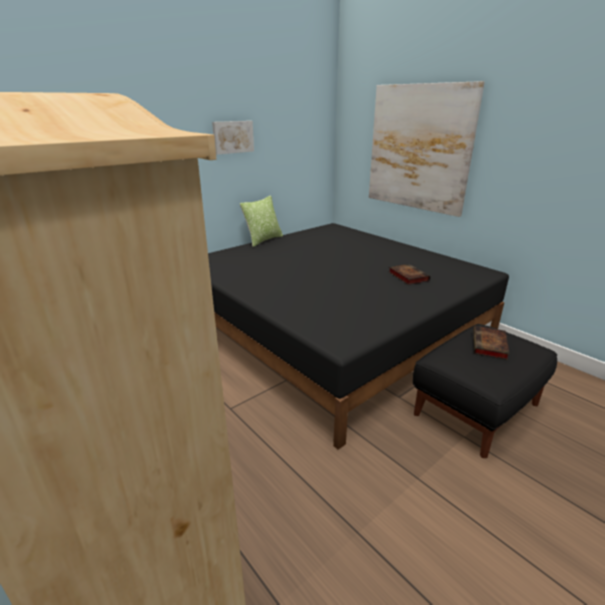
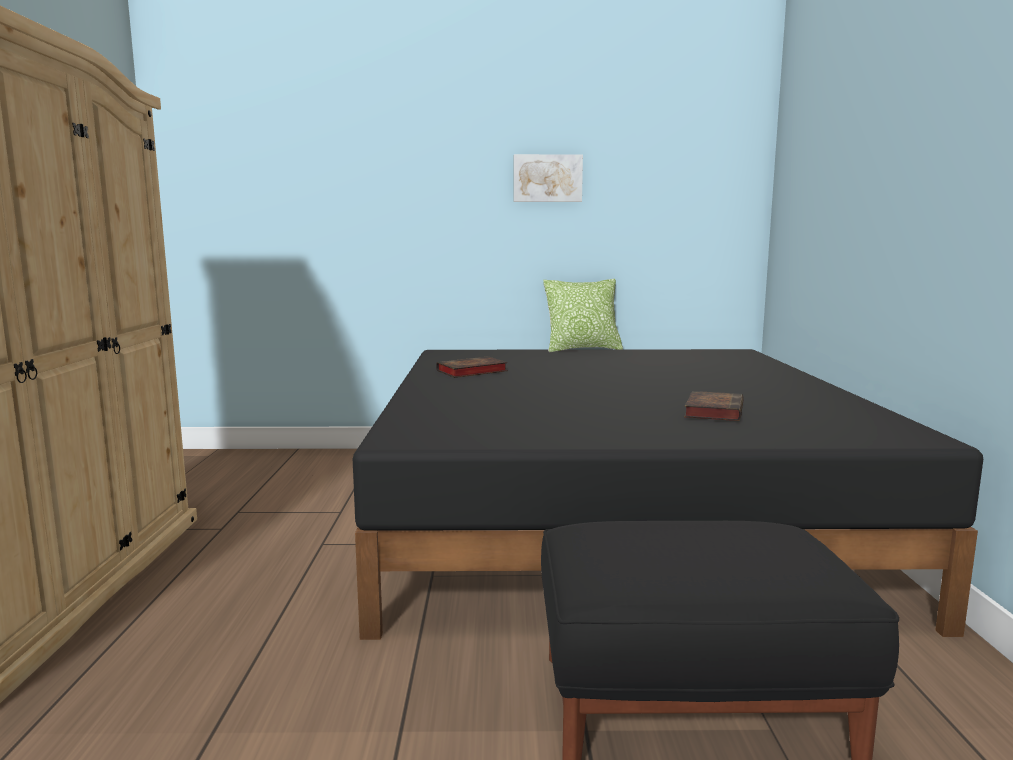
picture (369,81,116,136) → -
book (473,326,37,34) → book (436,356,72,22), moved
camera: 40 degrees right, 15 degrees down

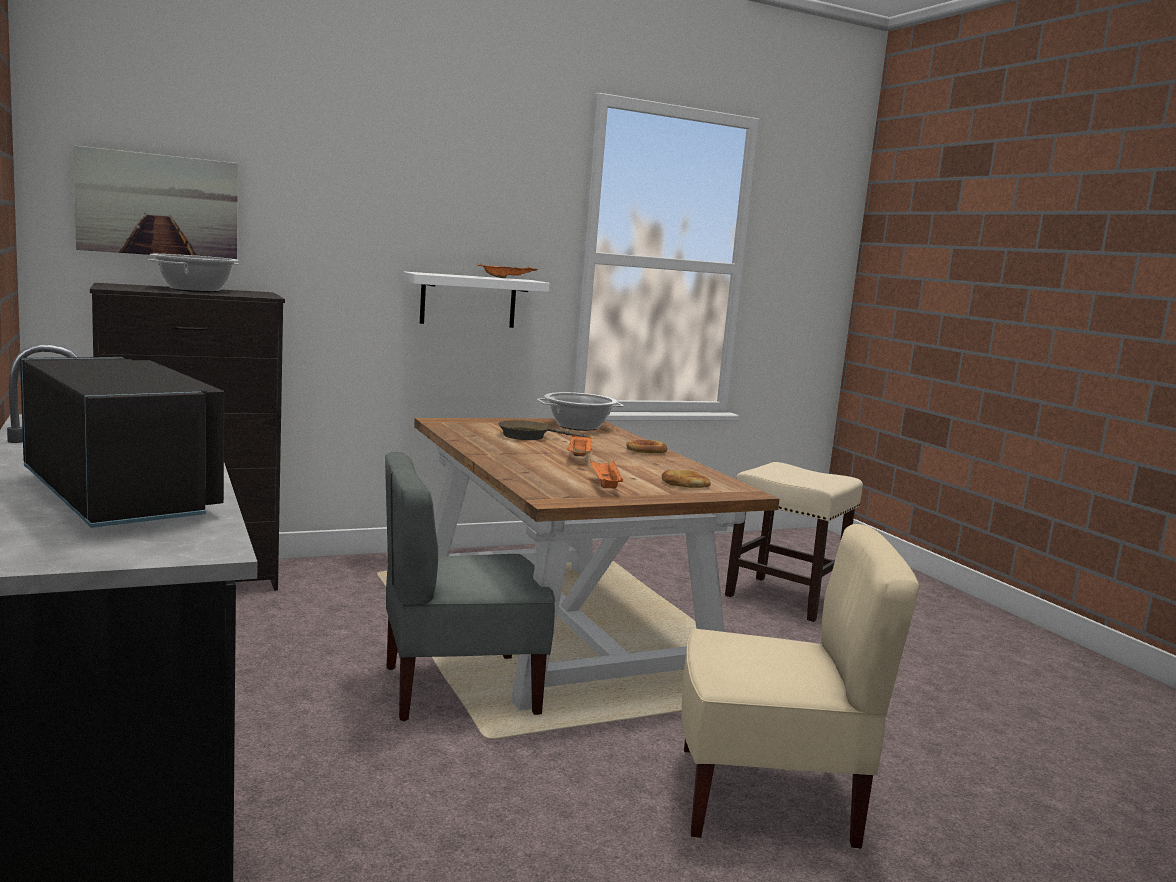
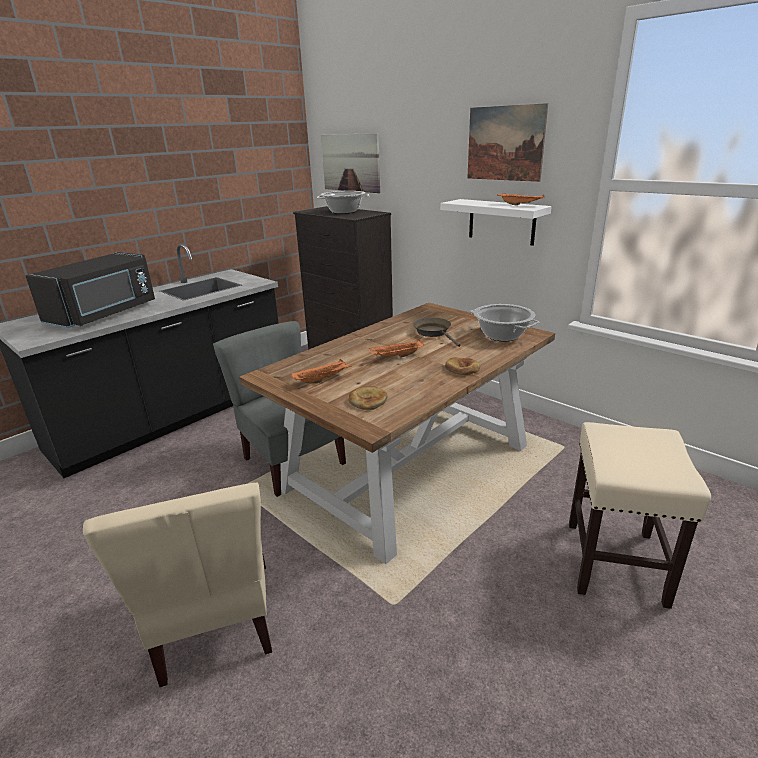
- → picture (467,103,81,79)
camera: 70 degrees right, 15 degrees up

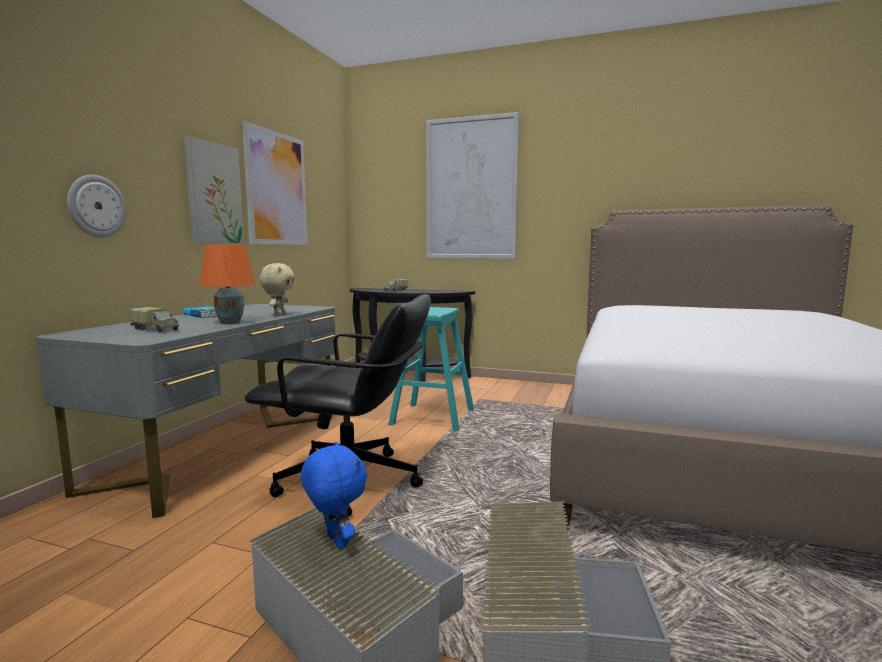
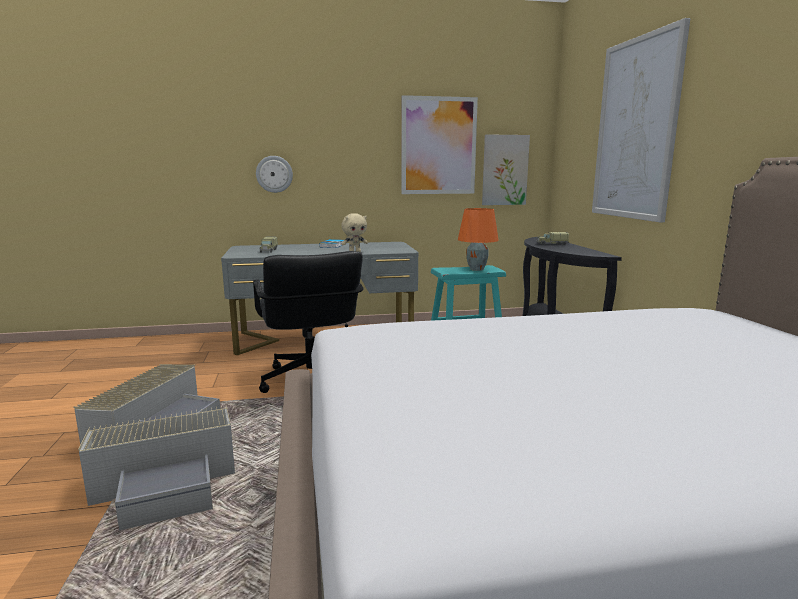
picture (184,136,60,107) → picture (482,134,48,71), moved
orange table lamp (199,245,56,79) → orange table lamp (458,208,41,63), moved
blue plush toy (301,442,66,107) → -
camera: 60 degrees right, 5 degrees up

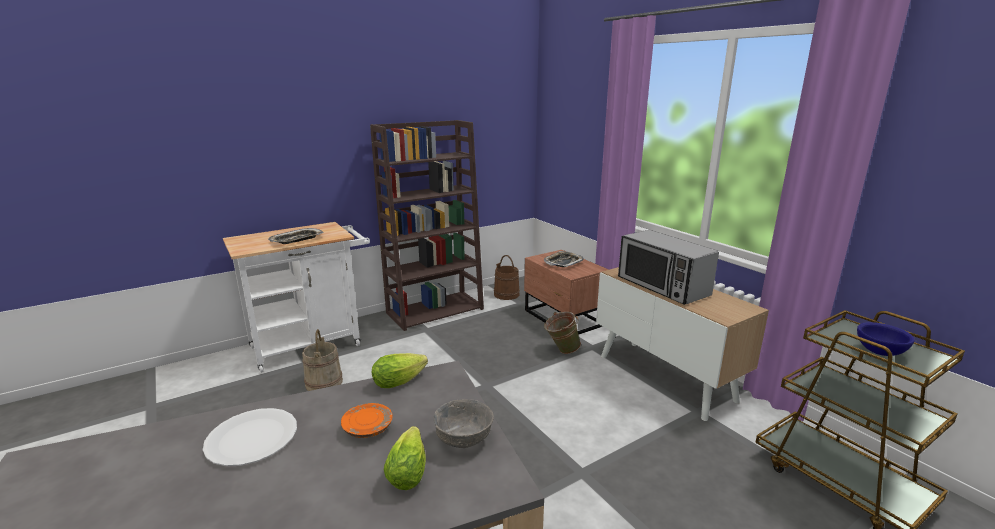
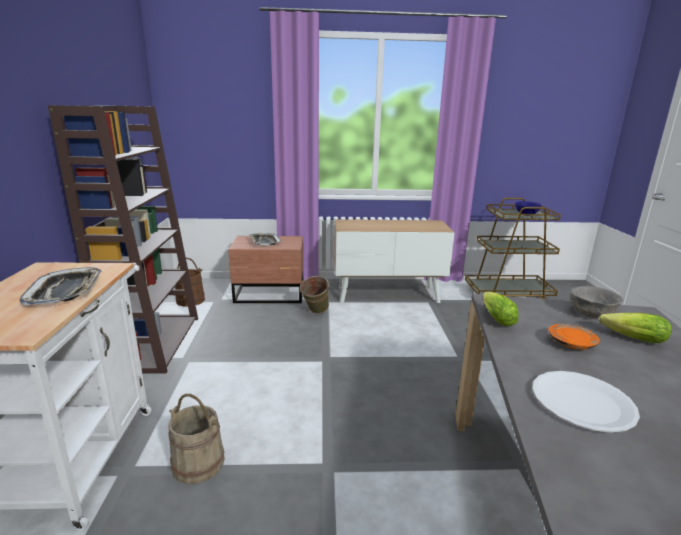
microwave (618,230,101,75) → -
camera: 60 degrees left, 0 degrees up

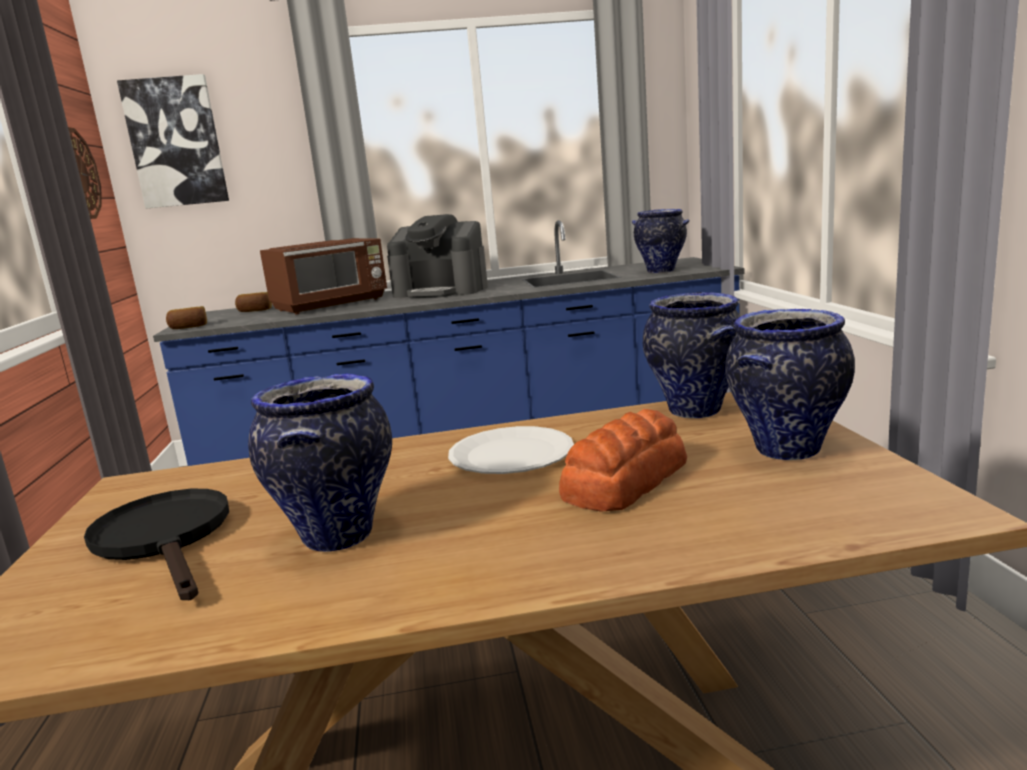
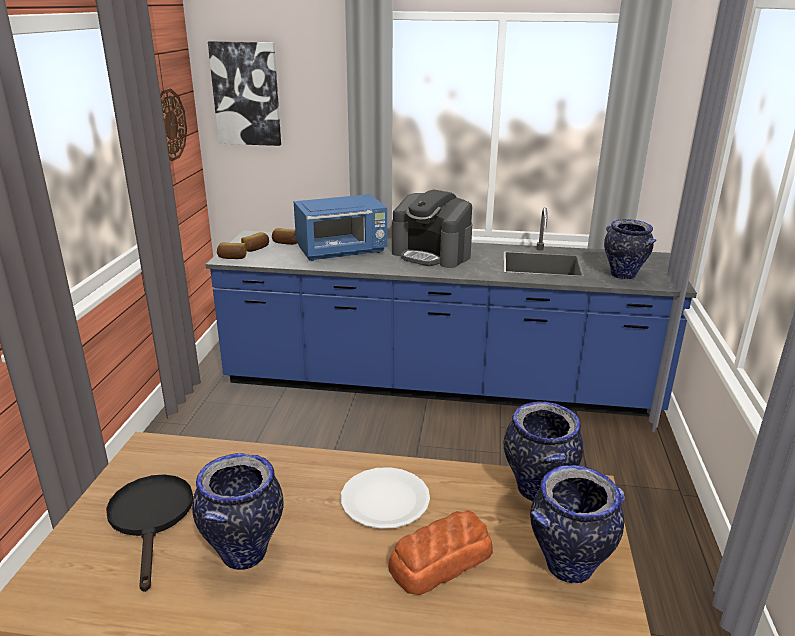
brown microwave (260,238,127,77) → blue microwave (294,194,93,67)
- → bread (241,232,28,20)
camera: 15 degrees right, 10 degrees up

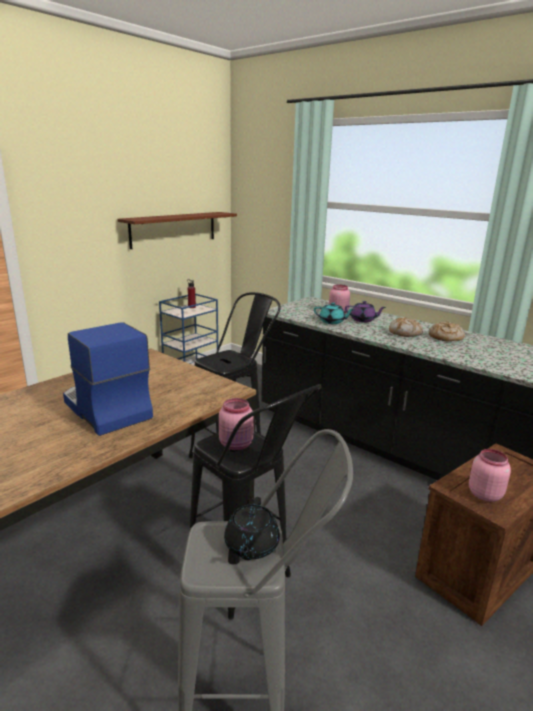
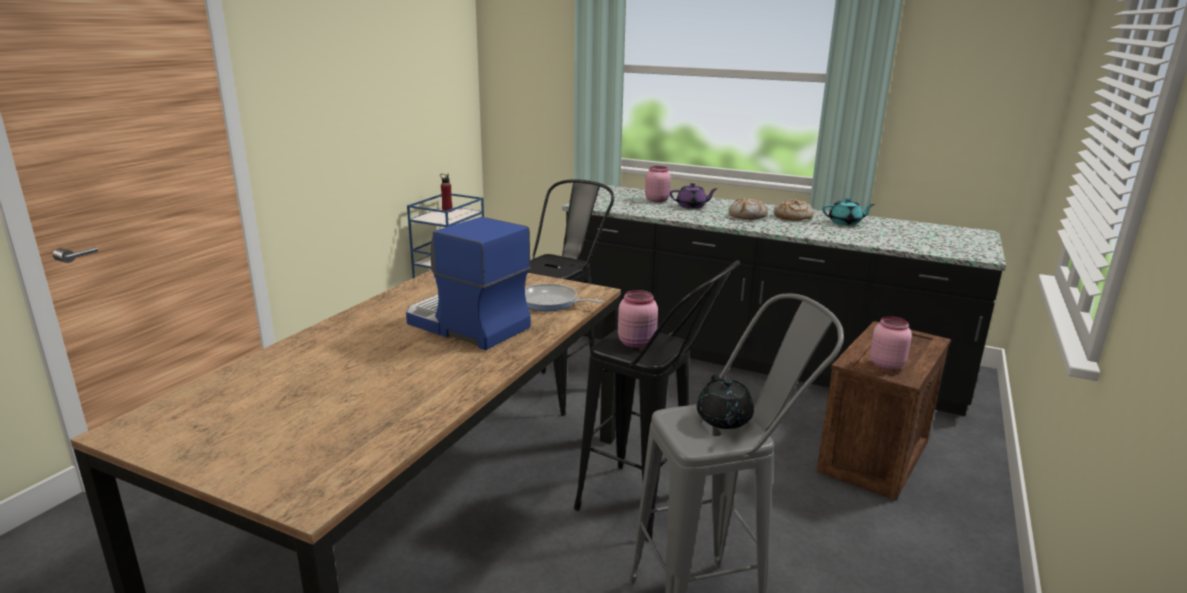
brown shelf (117,212,120,37) → -
turquoise teapot (314,302,40,22) → turquoise teapot (822,198,53,28), moved
- → frying pan (525,284,79,27)
camera: 15 degrees left, 0 degrees up

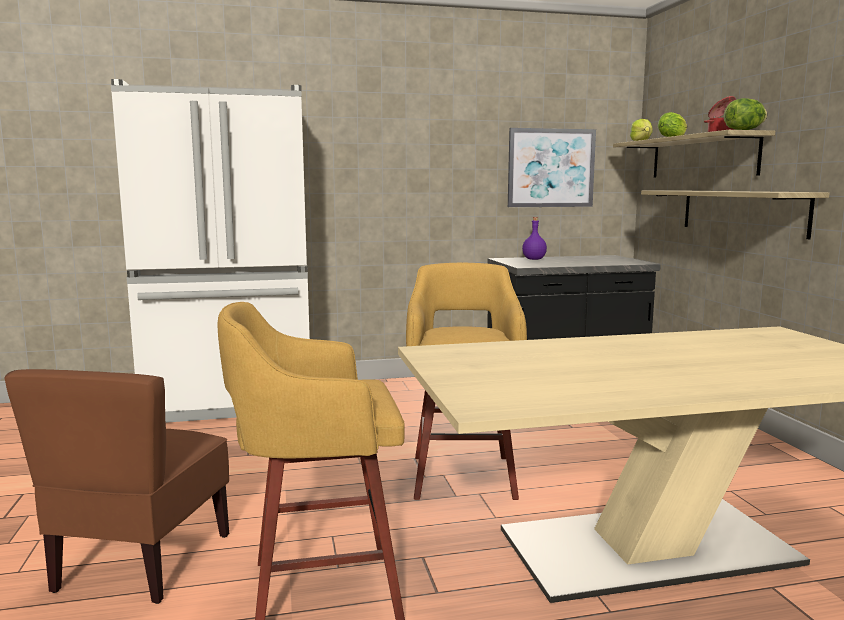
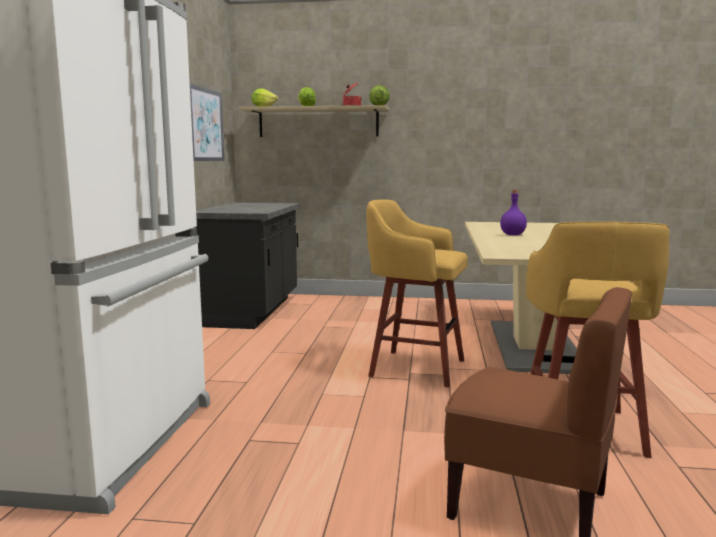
shelf (641,190,188,49) → -
purple bottle (522,217,25,43) → purple bottle (500,190,27,45), moved
camera: 70 degrees left, 0 degrees up

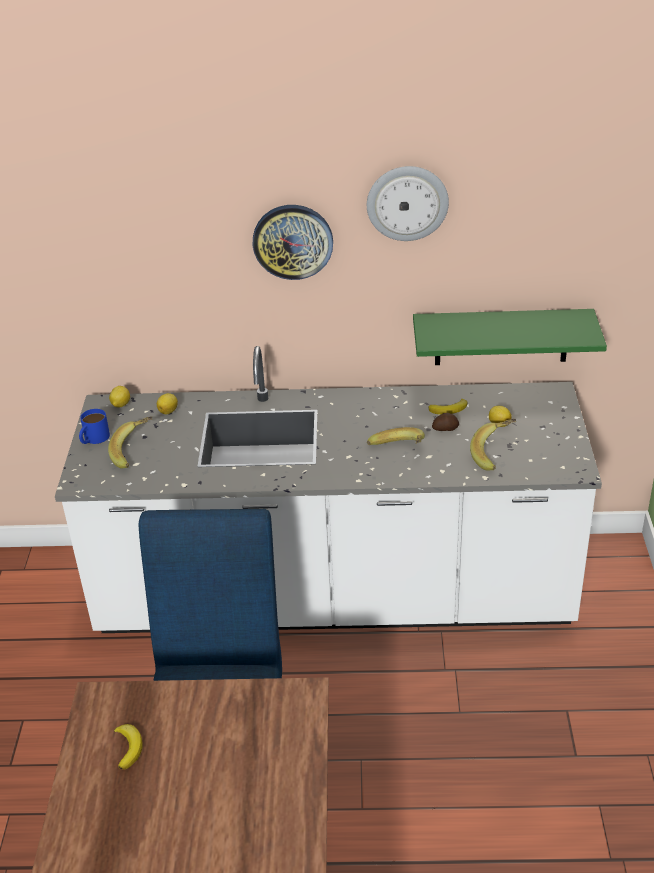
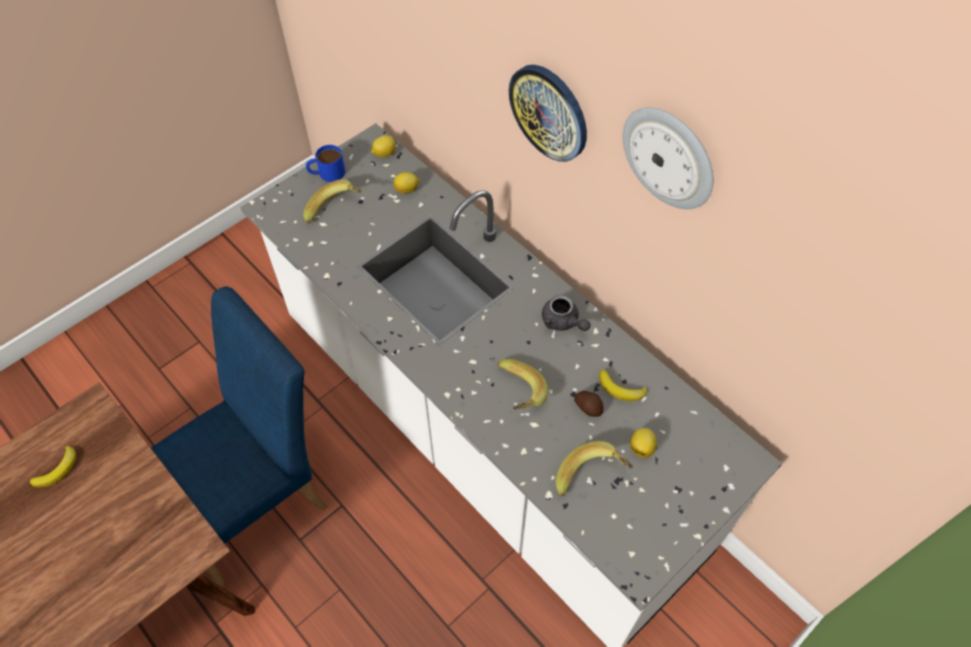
green shelf (413,309,194,56) → -
- → grey teapot (542,295,49,36)
camera: 45 degrees right, 20 degrees up

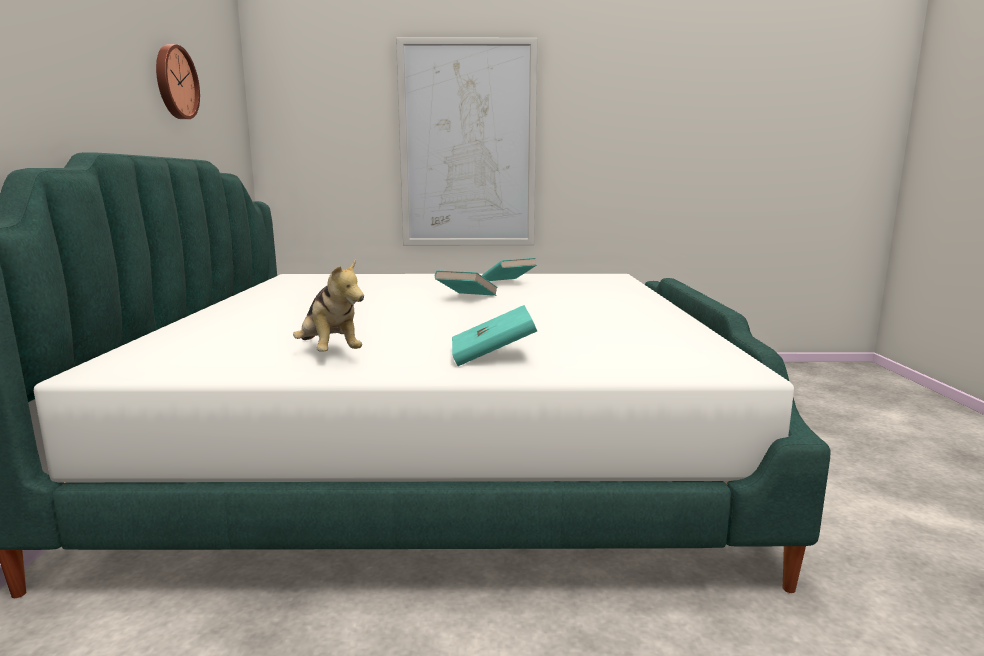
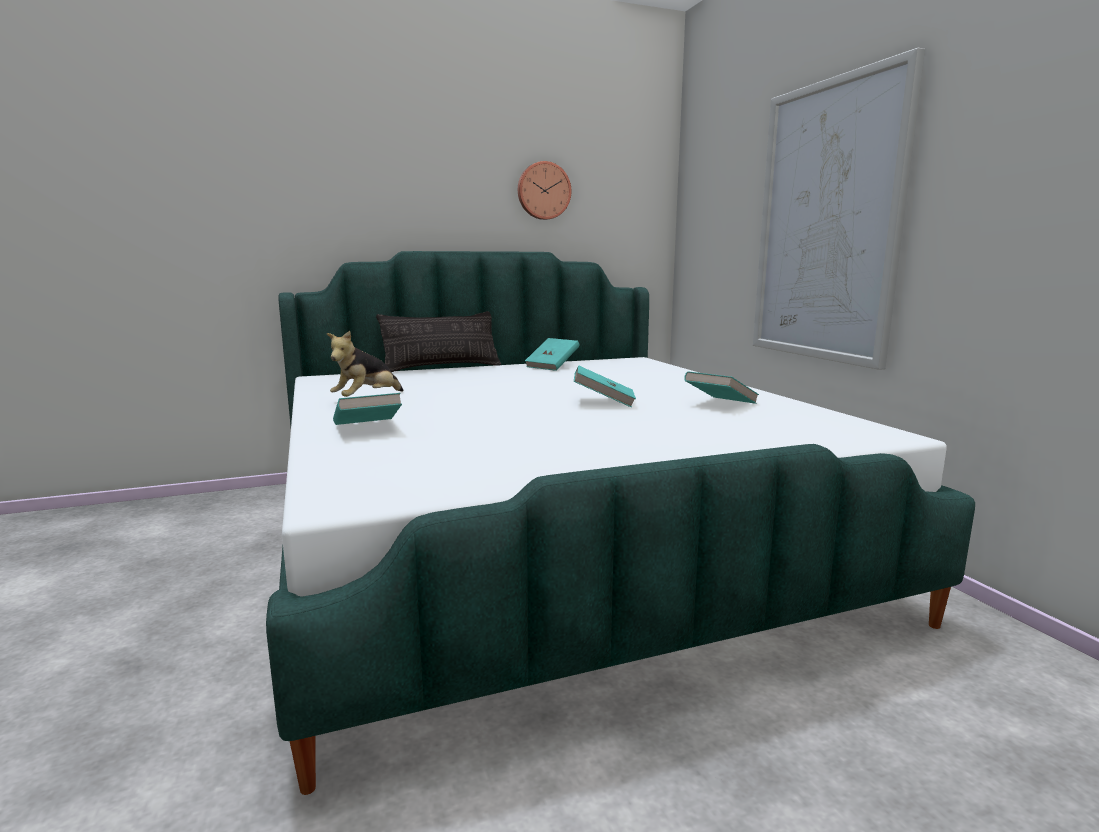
- → pillow (376,311,125,61)
- → turquoise book (525,338,54,33)
camera: 70 degrees right, 0 degrees up

